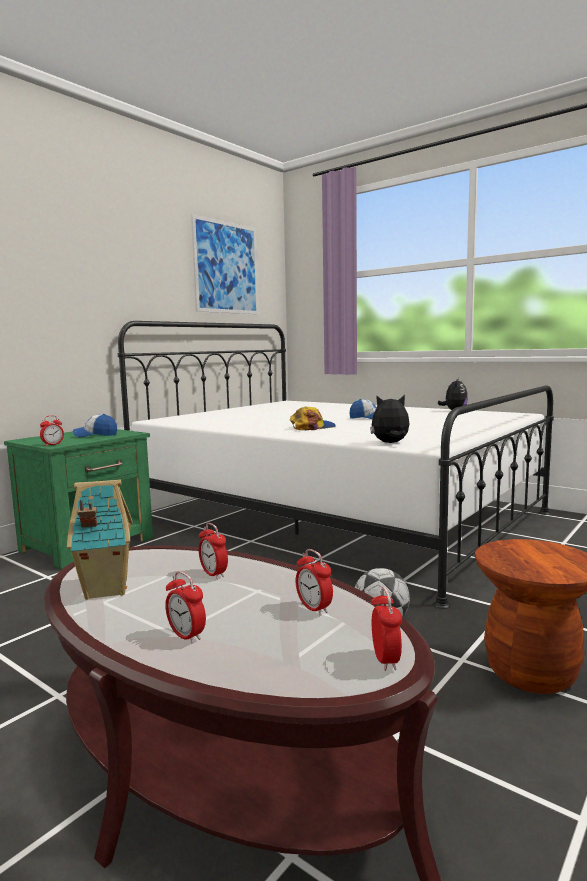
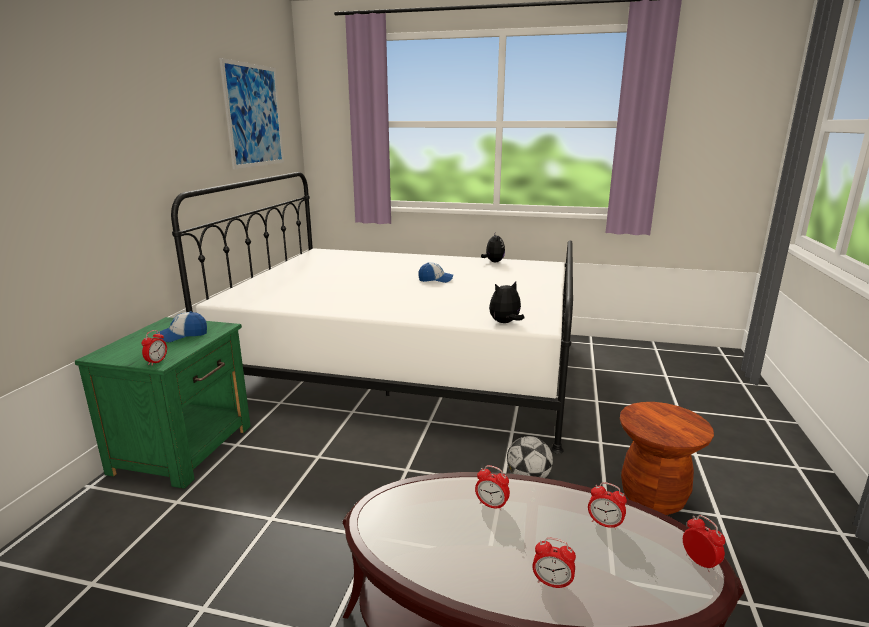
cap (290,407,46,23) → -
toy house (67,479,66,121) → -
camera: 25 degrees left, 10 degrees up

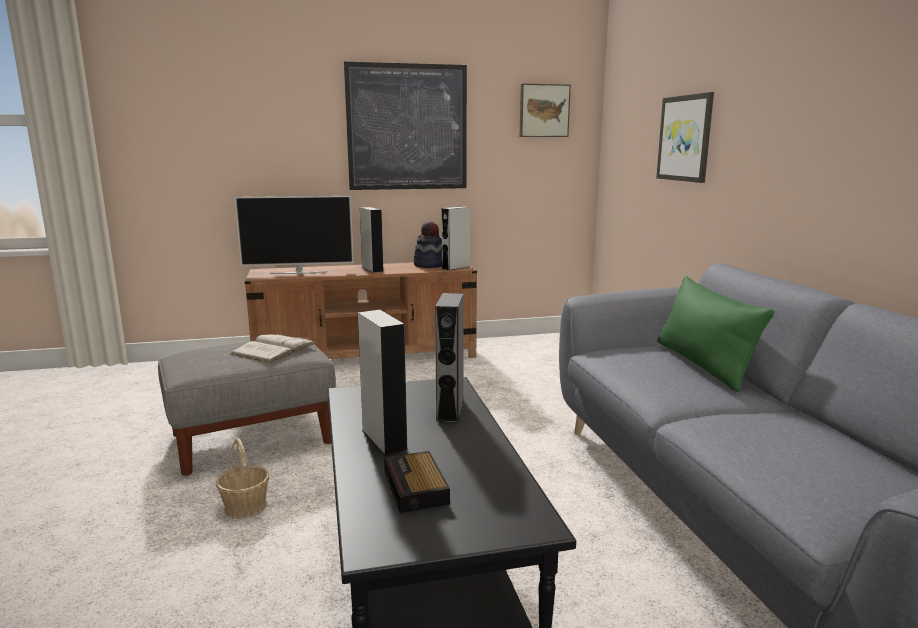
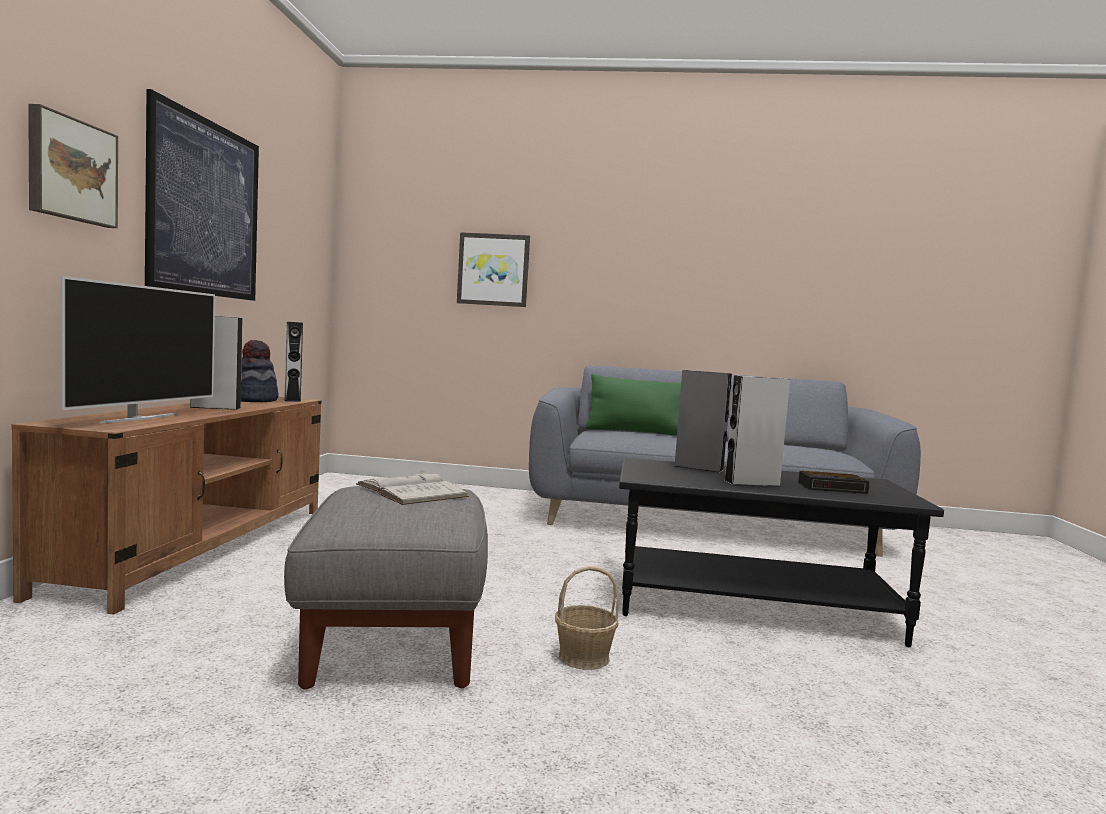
picture (520,84,51,53) → picture (28,104,90,124), moved
camera: 70 degrees left, 10 degrees down

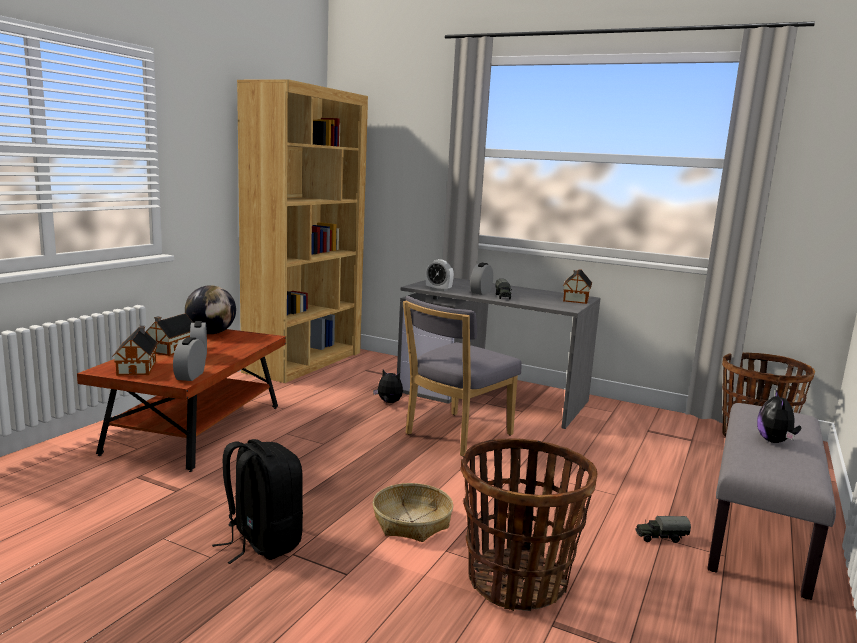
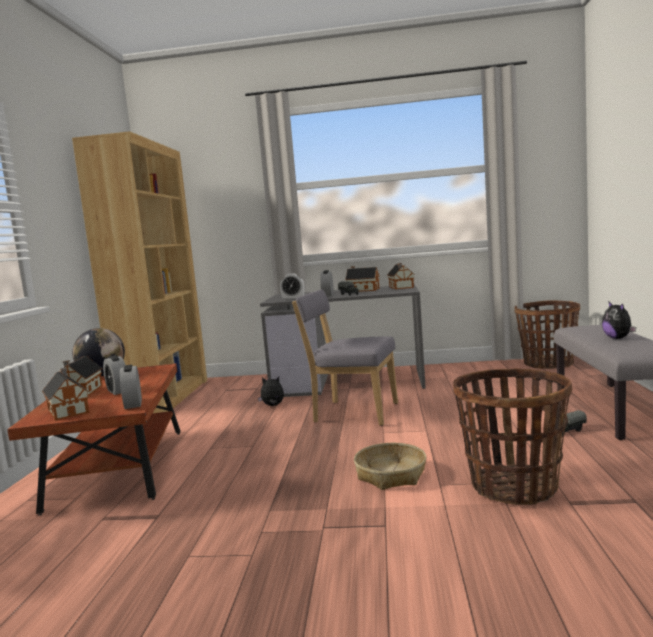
grey chair (403,296,119,161) → grey chair (292,289,106,137), 90 degrees clockwise
black backpack (212,439,91,125) → -
- → toy house (345,266,35,26)
camera: 20 degrees left, 5 degrees down

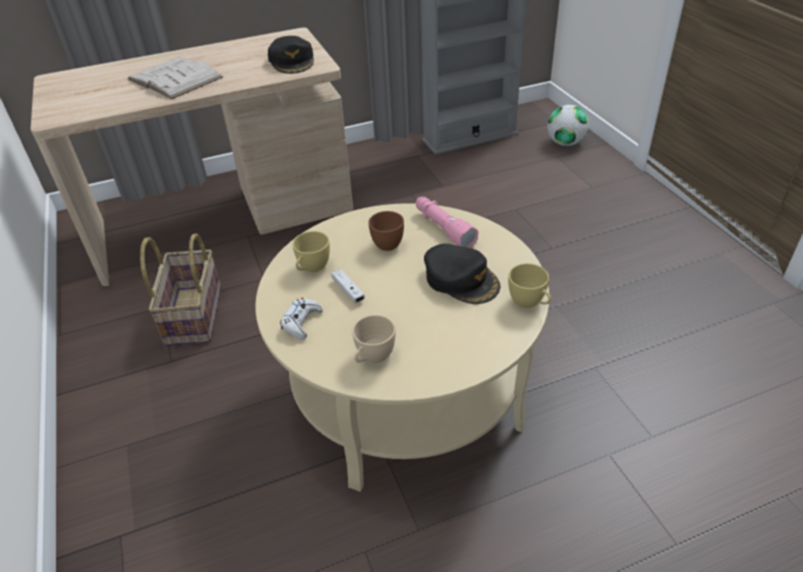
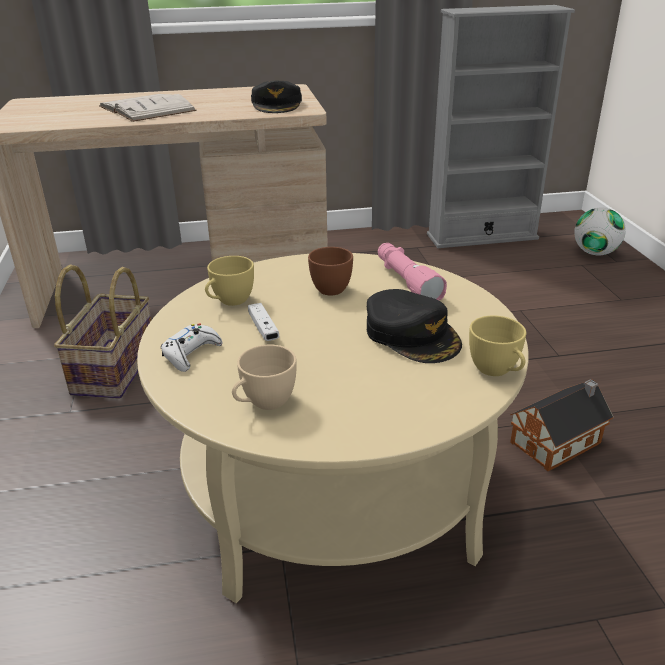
- → toy house (510,379,103,92)
camera: 10 degrees right, 10 degrees down

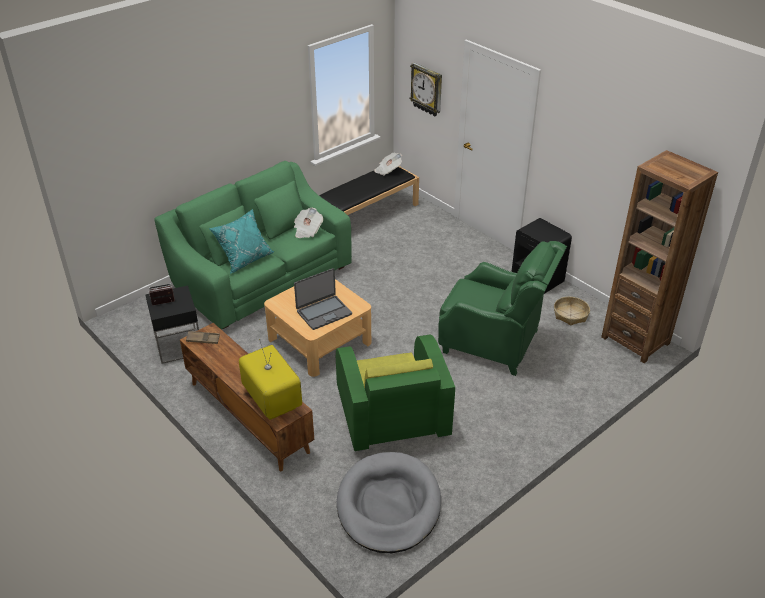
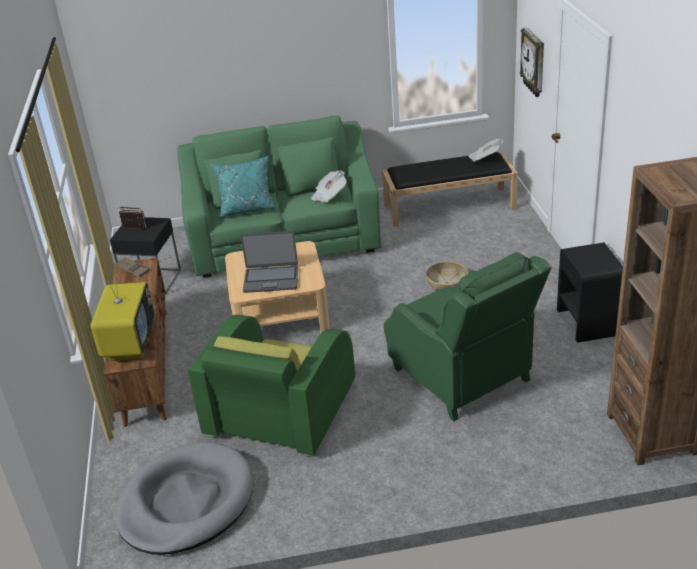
basket (554,297,36,29) → basket (426,261,42,30), moved
camera: 35 degrees right, 5 degrees down

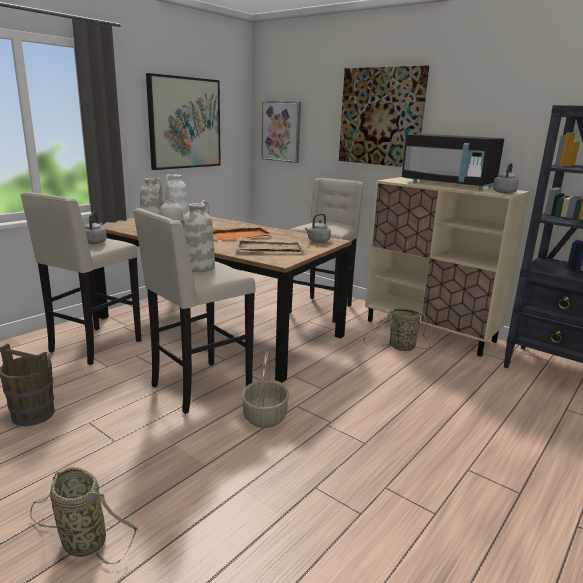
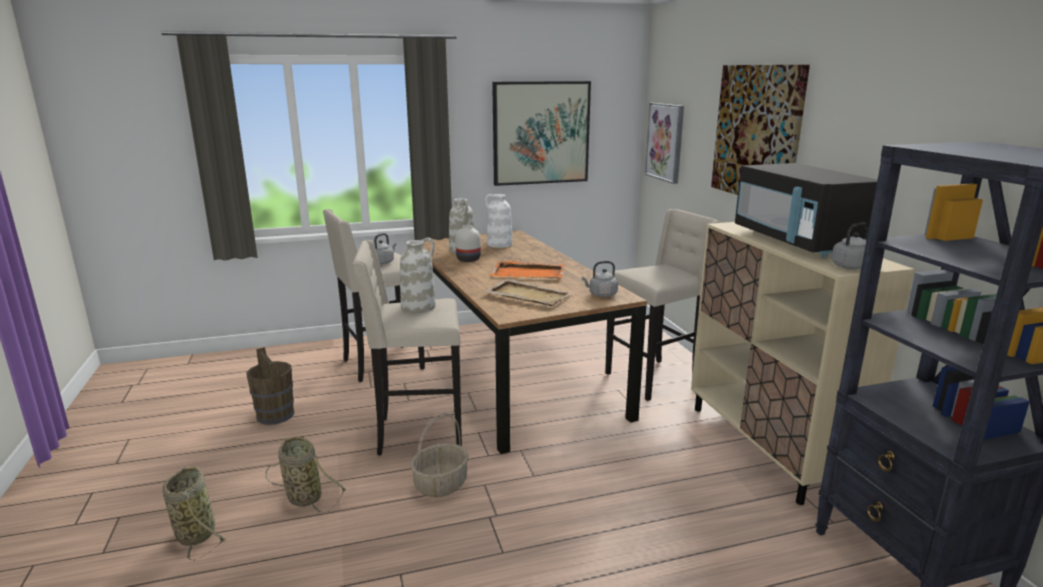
basket (363,308,67,43) → basket (266,436,80,77), moved
camera: 35 degrees right, 0 degrees up

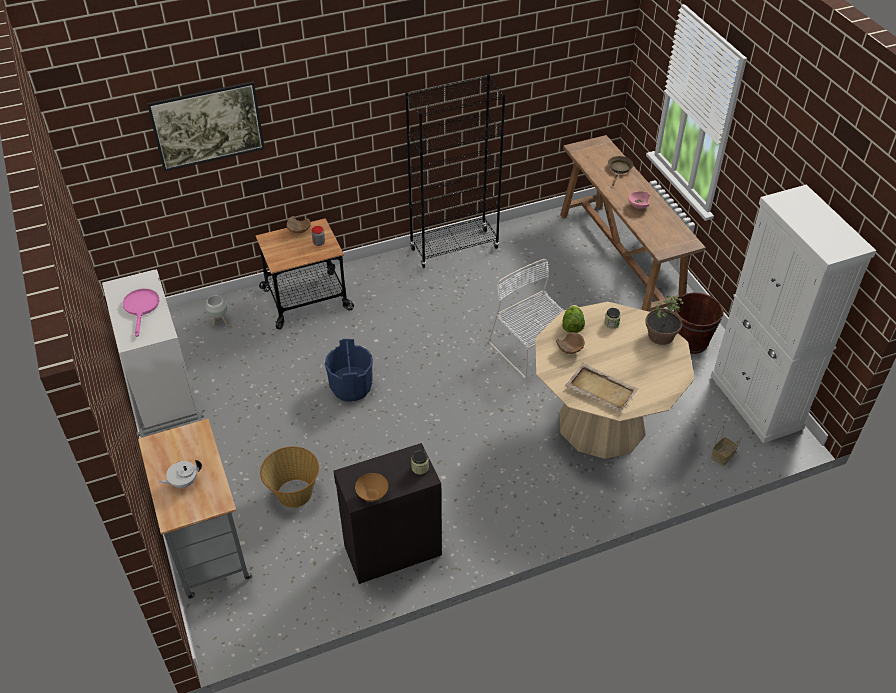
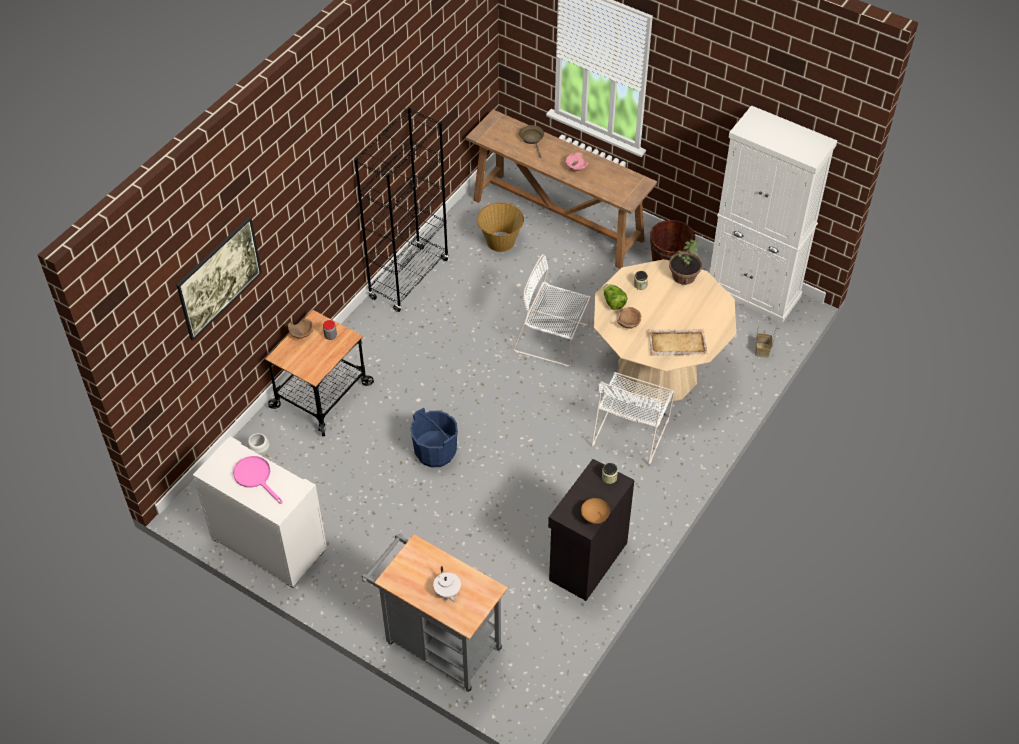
basket (260,446,59,62) → basket (477,202,47,50), moved
white teapot (159,460,43,28) → white teapot (433,566,28,37), 45 degrees counterclockwise
- → white chair (591,372,84,93)
camera: 35 degrees left, 5 degrees up

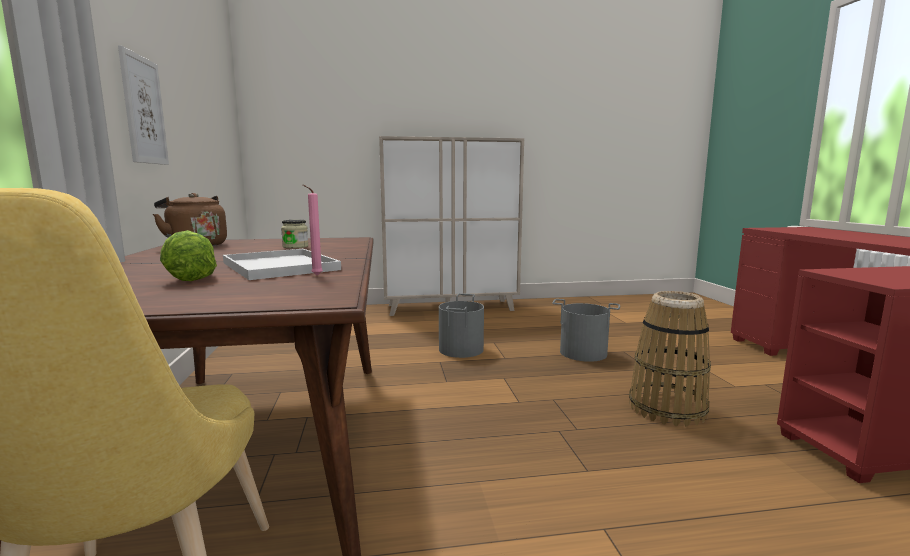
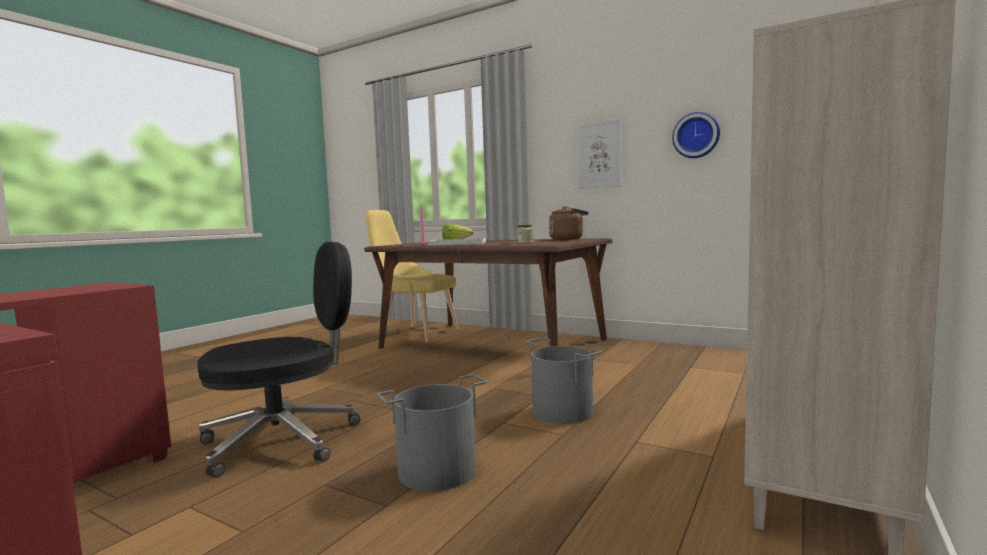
basket (629,291,82,136) → black office chair (197,242,163,236)
- → wall clock (672,112,48,46)
camera: 130 degrees right, 5 degrees down

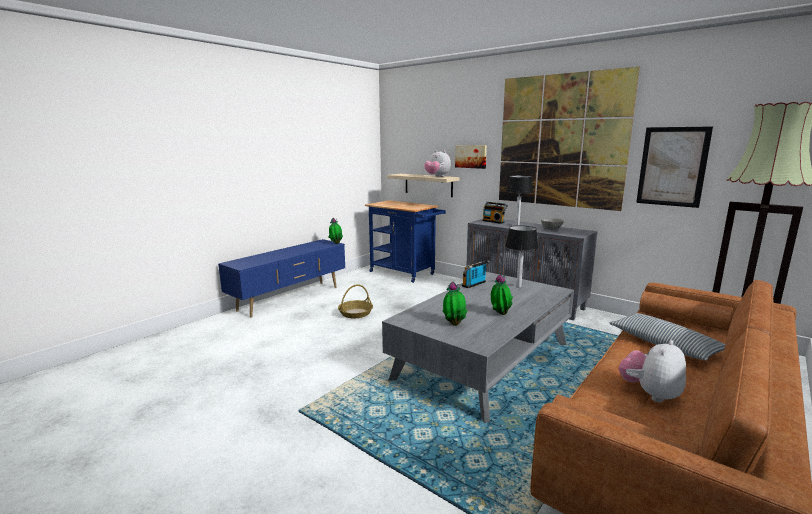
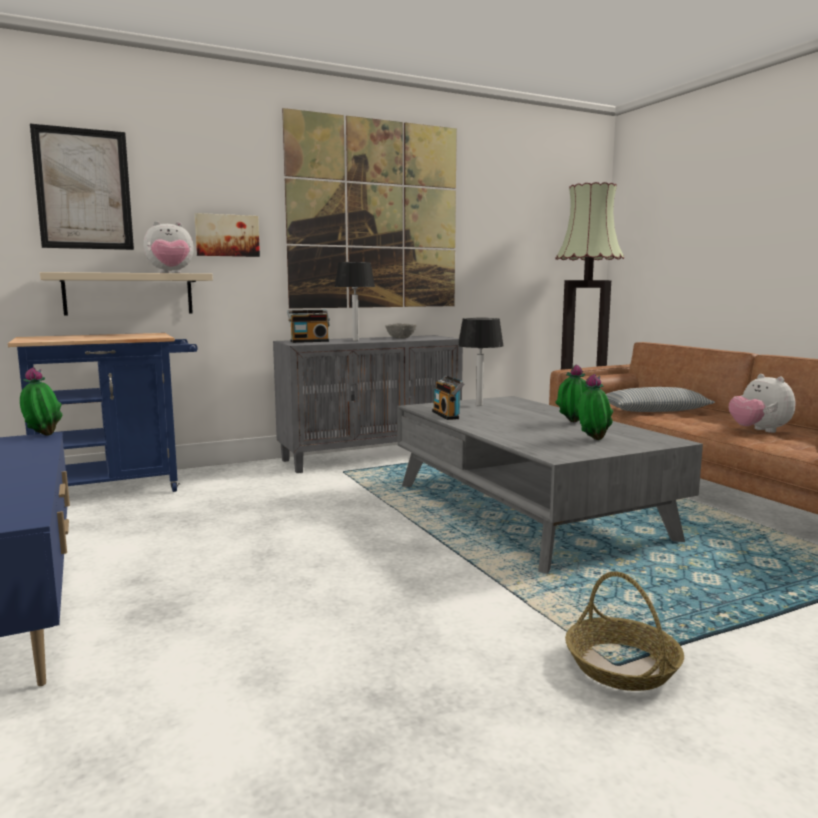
picture (636,126,77,82) → picture (30,124,104,126), moved
basket (338,284,35,34) → basket (565,571,119,120), moved
camera: 65 degrees left, 5 degrees down

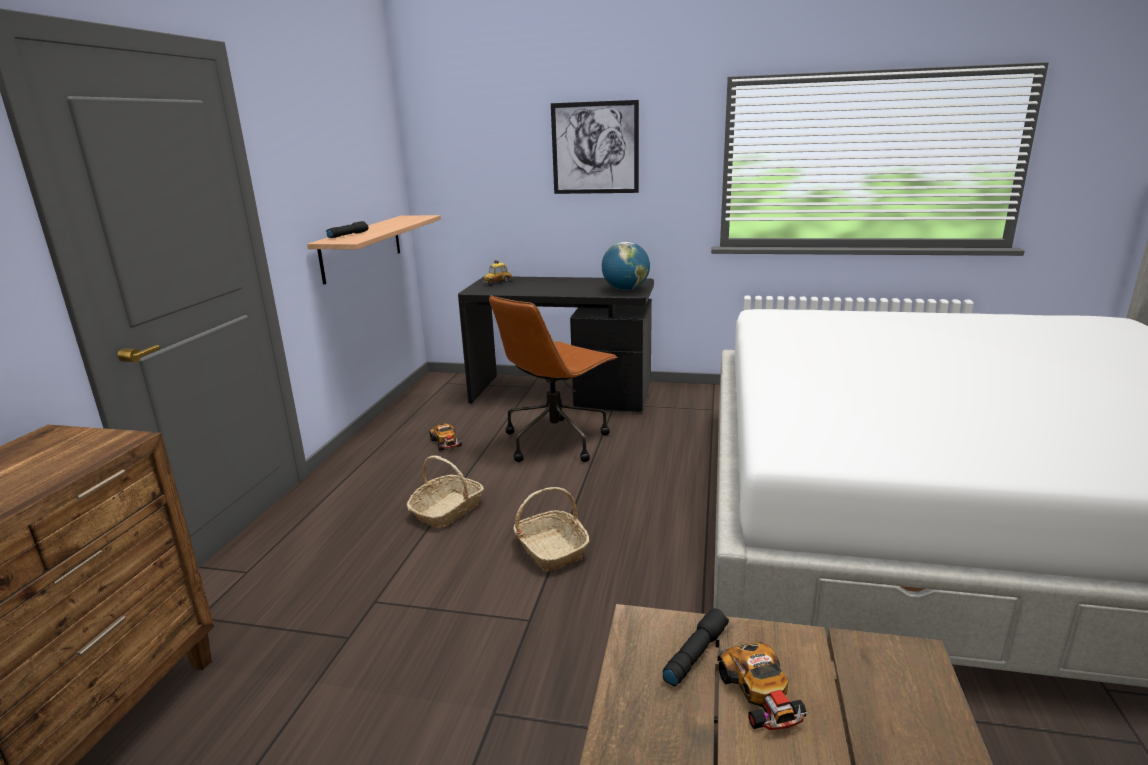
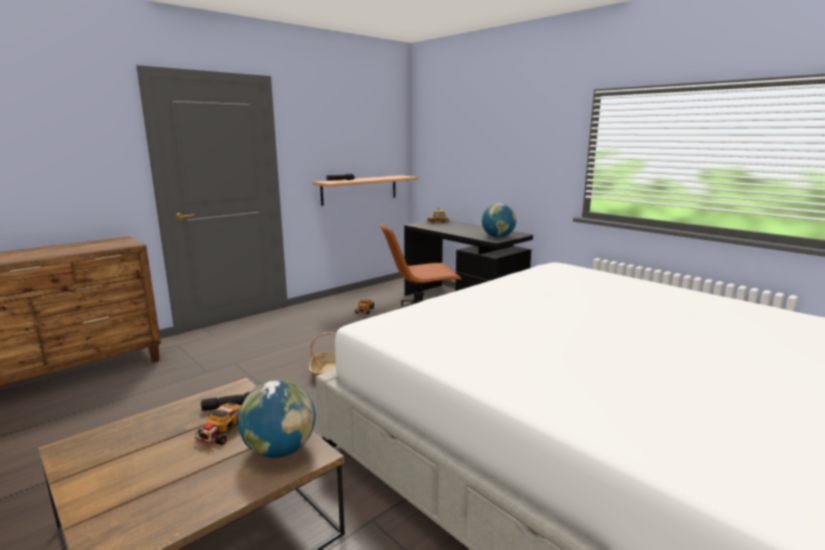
picture (551,100,88,94) → -
basket (407,455,77,73) → -
- → globe (238,380,78,78)
camera: 35 degrees right, 5 degrees down

